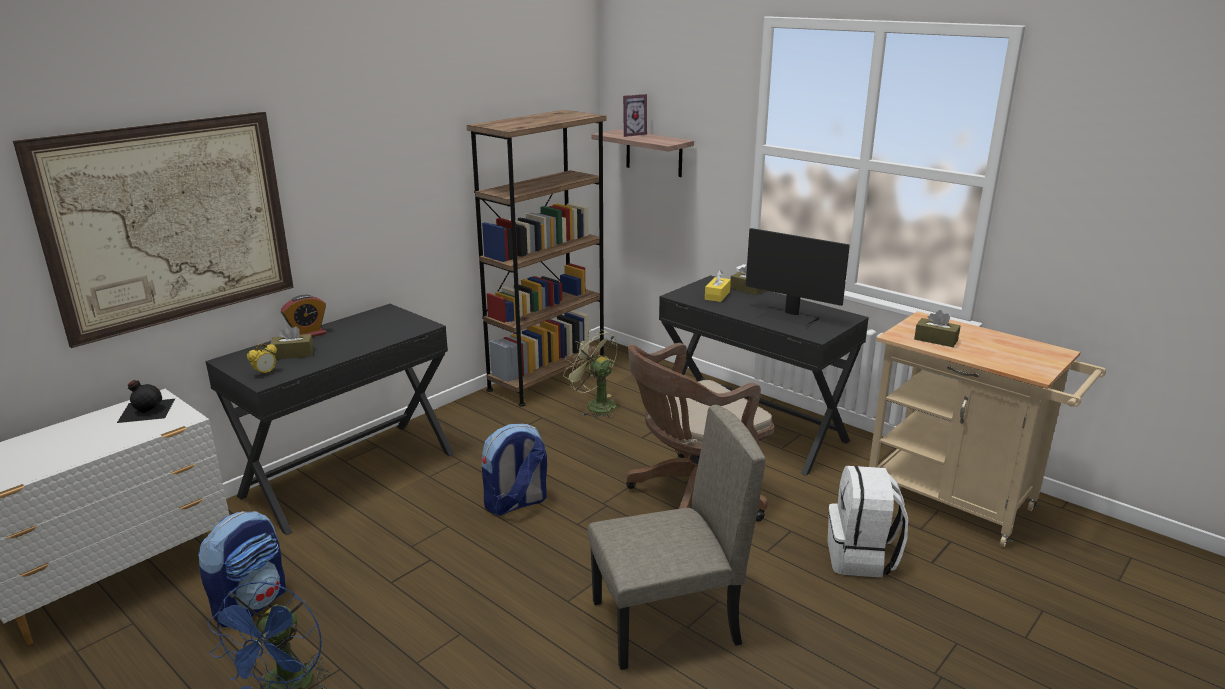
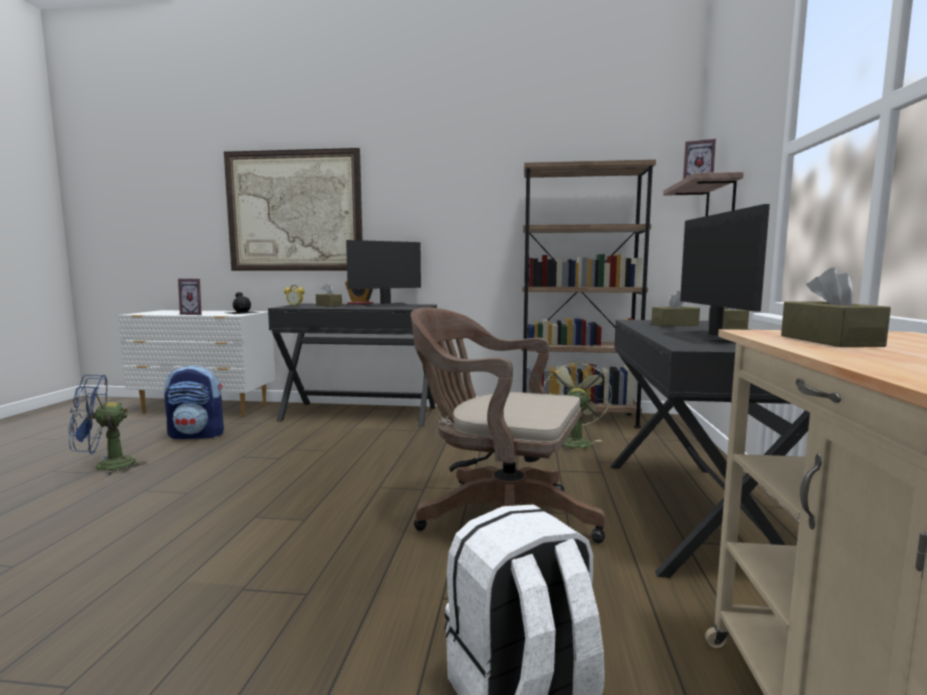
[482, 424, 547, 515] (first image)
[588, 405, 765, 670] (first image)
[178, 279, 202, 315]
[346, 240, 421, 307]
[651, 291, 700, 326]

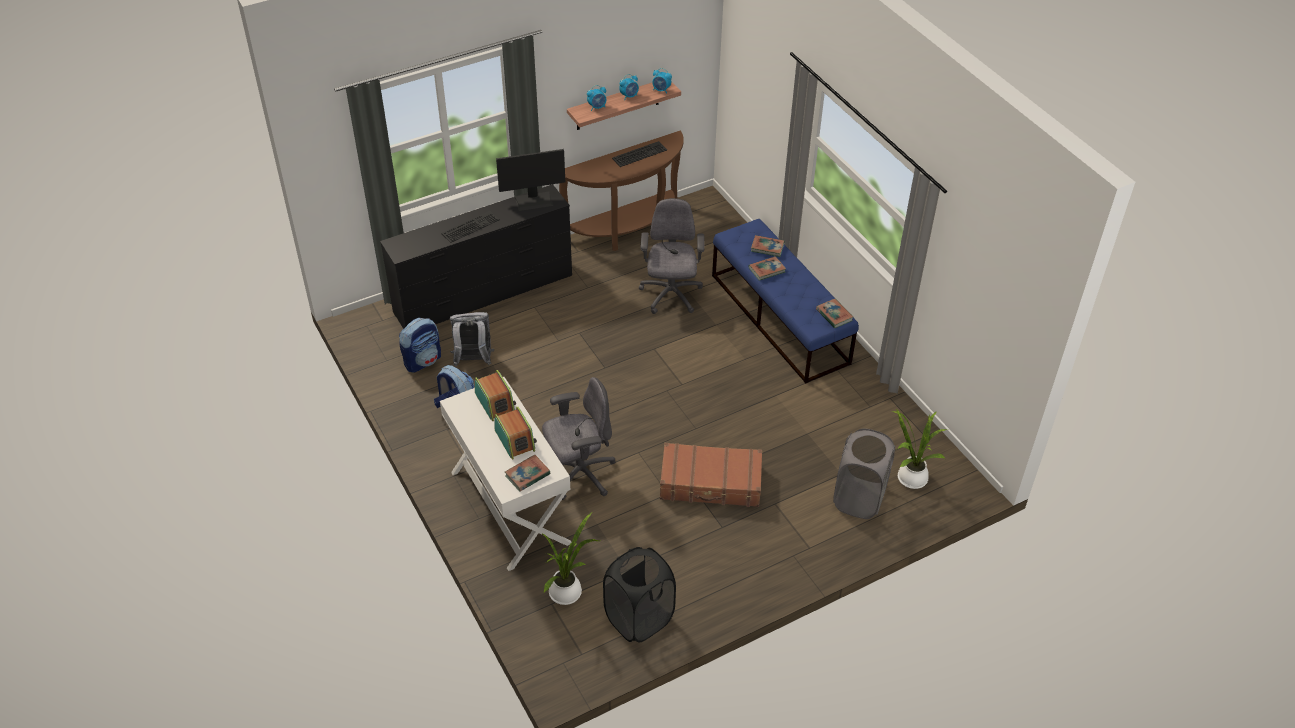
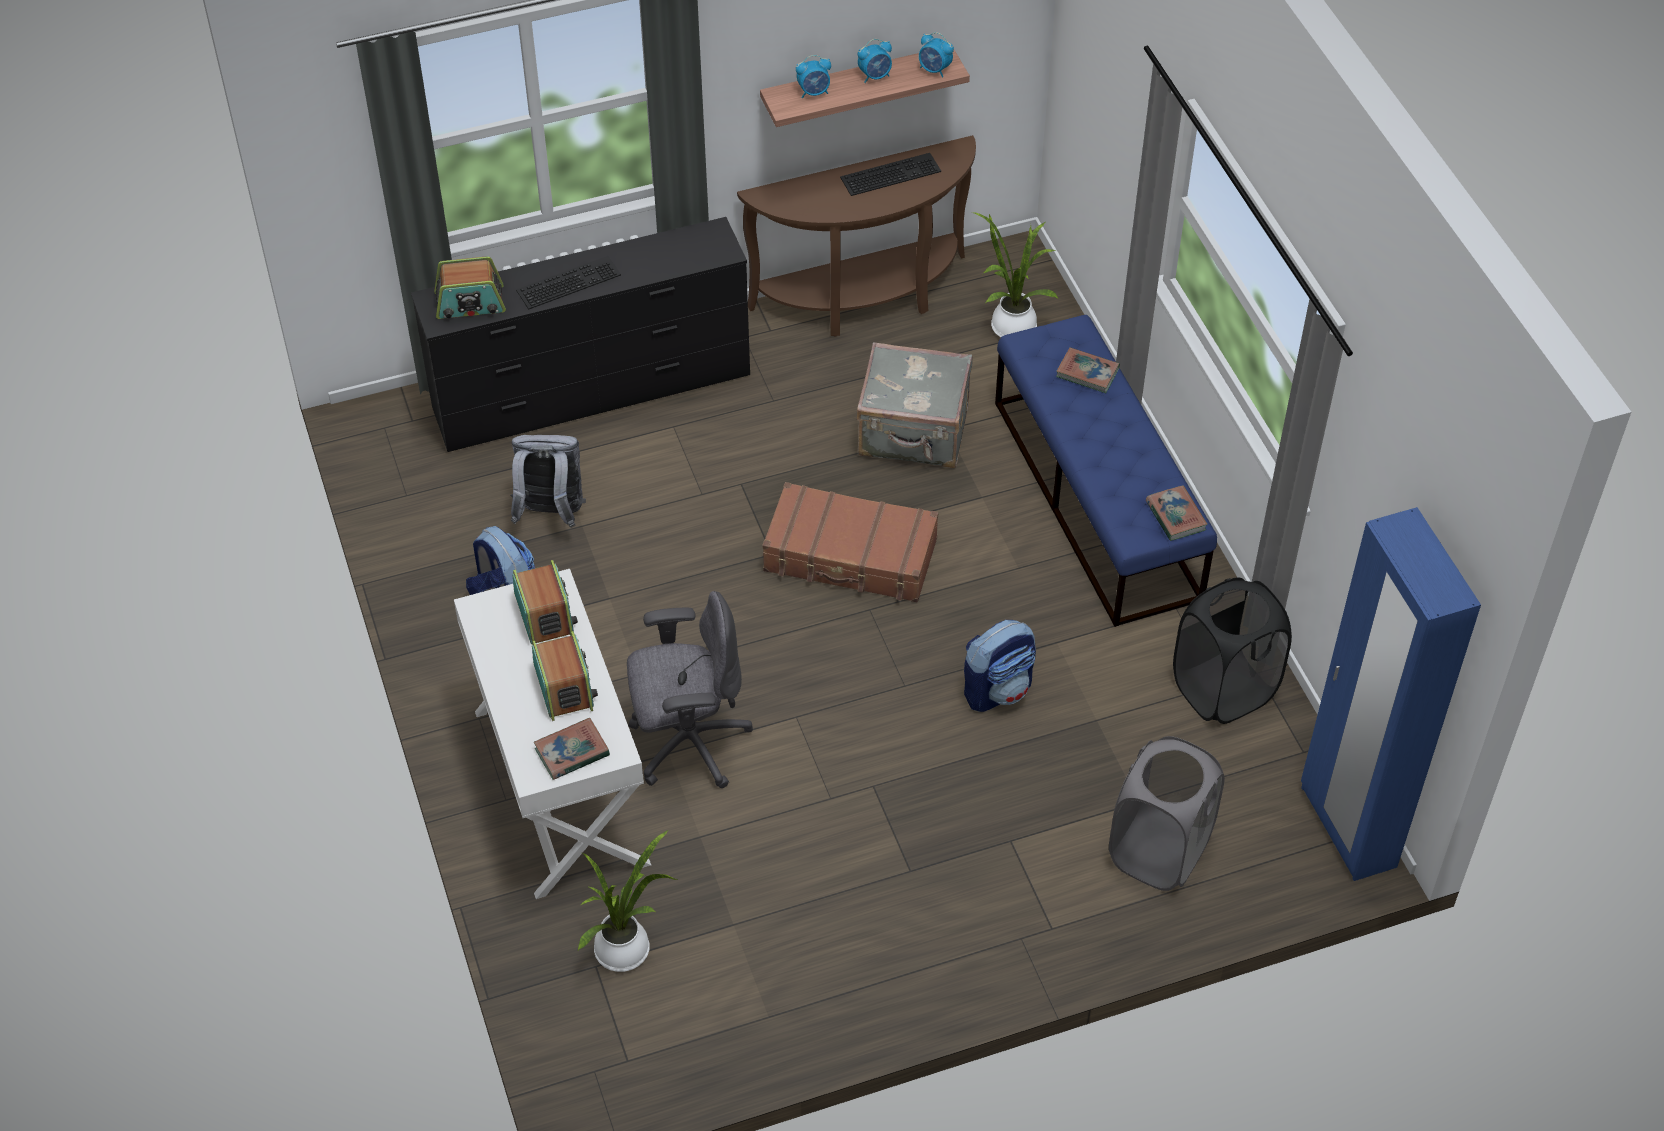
[496, 149, 565, 211] (first image)
[749, 256, 786, 281] (first image)
[434, 256, 506, 319]
[1301, 507, 1481, 881]
[964, 620, 1036, 712]
[1173, 577, 1292, 724]
[762, 482, 938, 602]
[972, 212, 1058, 337]
[856, 342, 973, 468]

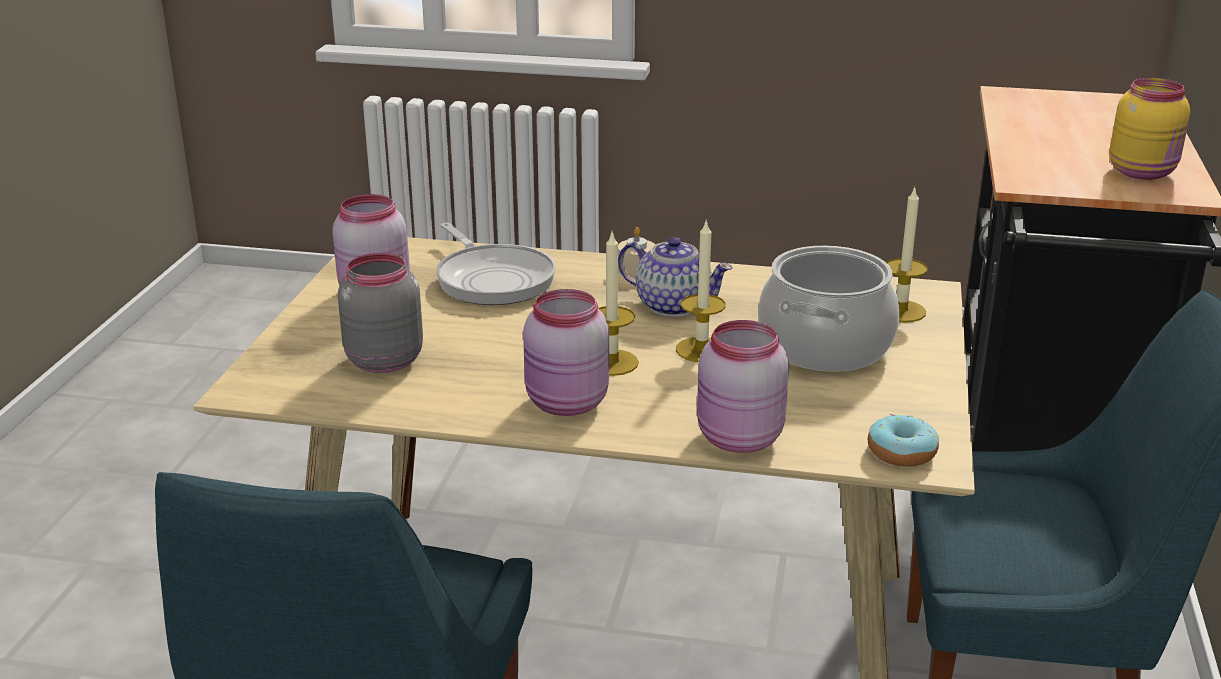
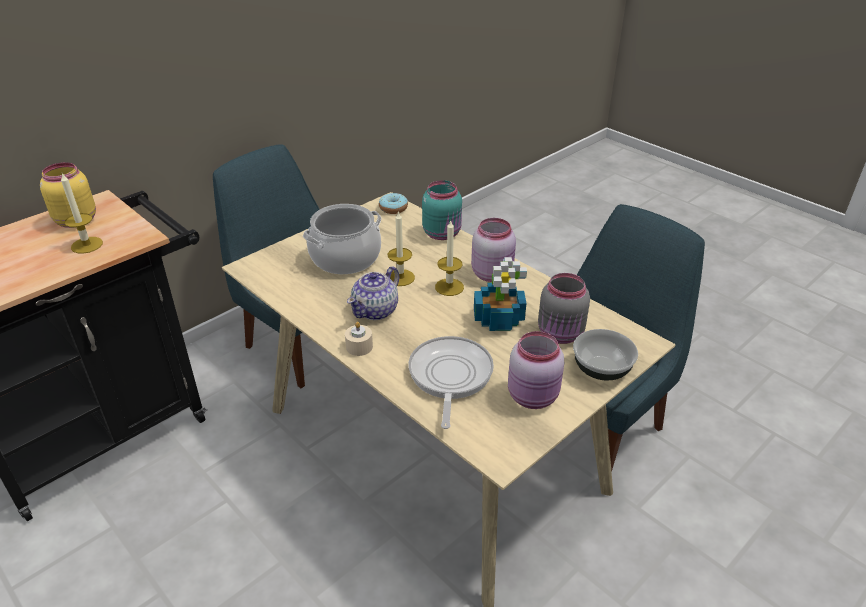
[474, 257, 527, 331]
[573, 329, 638, 380]
[61, 173, 103, 254]
[422, 180, 462, 240]
[347, 266, 399, 320]

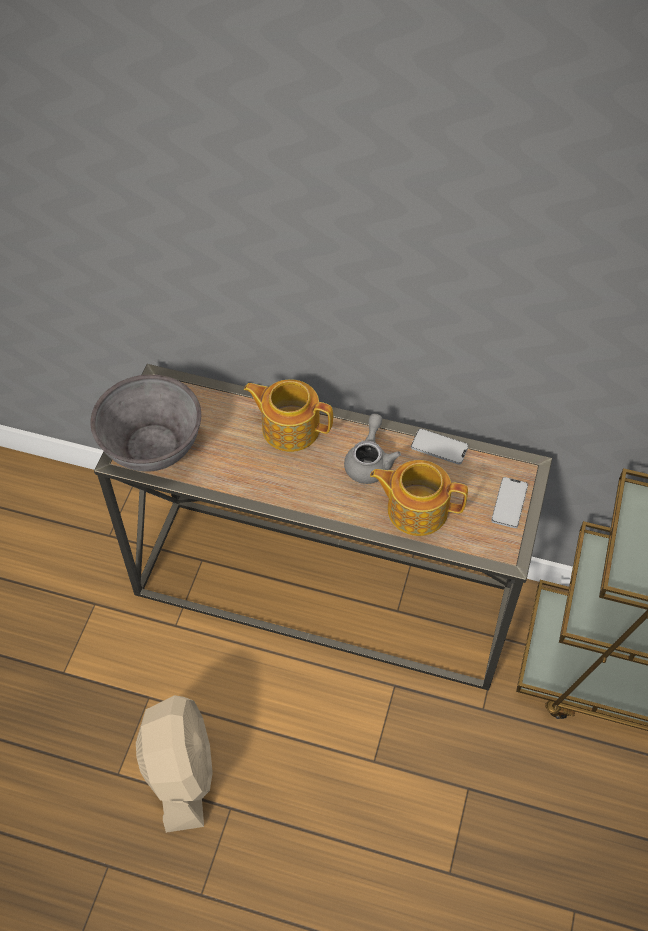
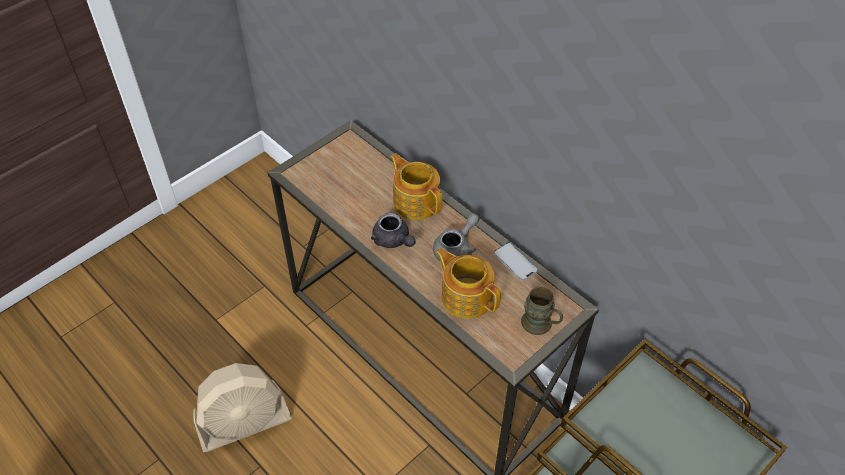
[90, 374, 201, 472] (first image)
[371, 213, 416, 248]
[521, 287, 563, 335]
[194, 363, 292, 452]

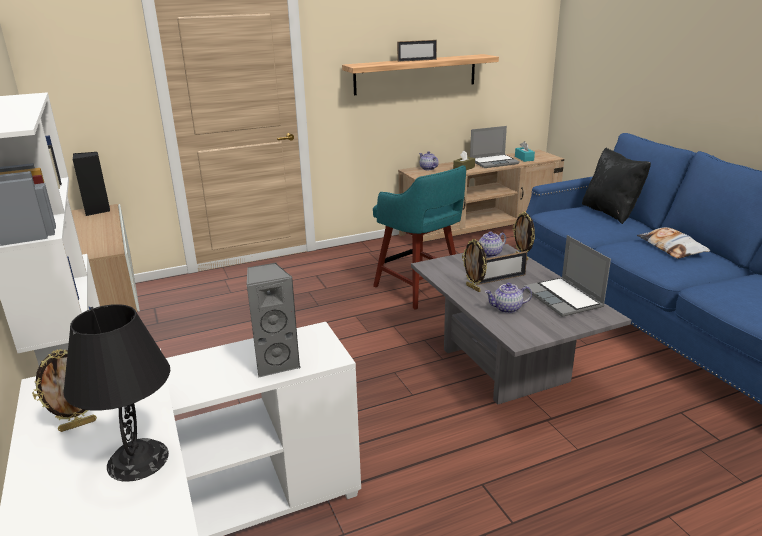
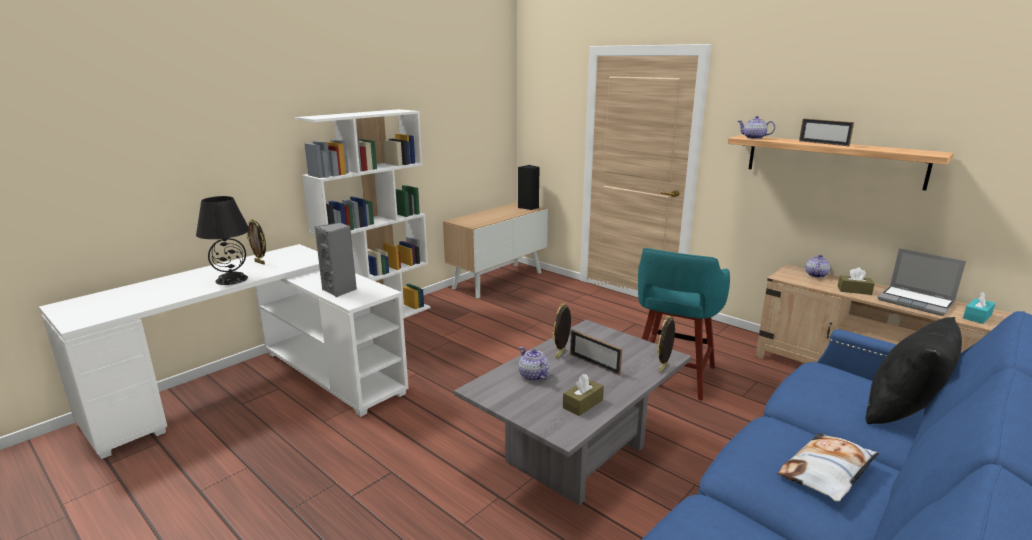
[738, 116, 775, 139]
[563, 374, 604, 416]

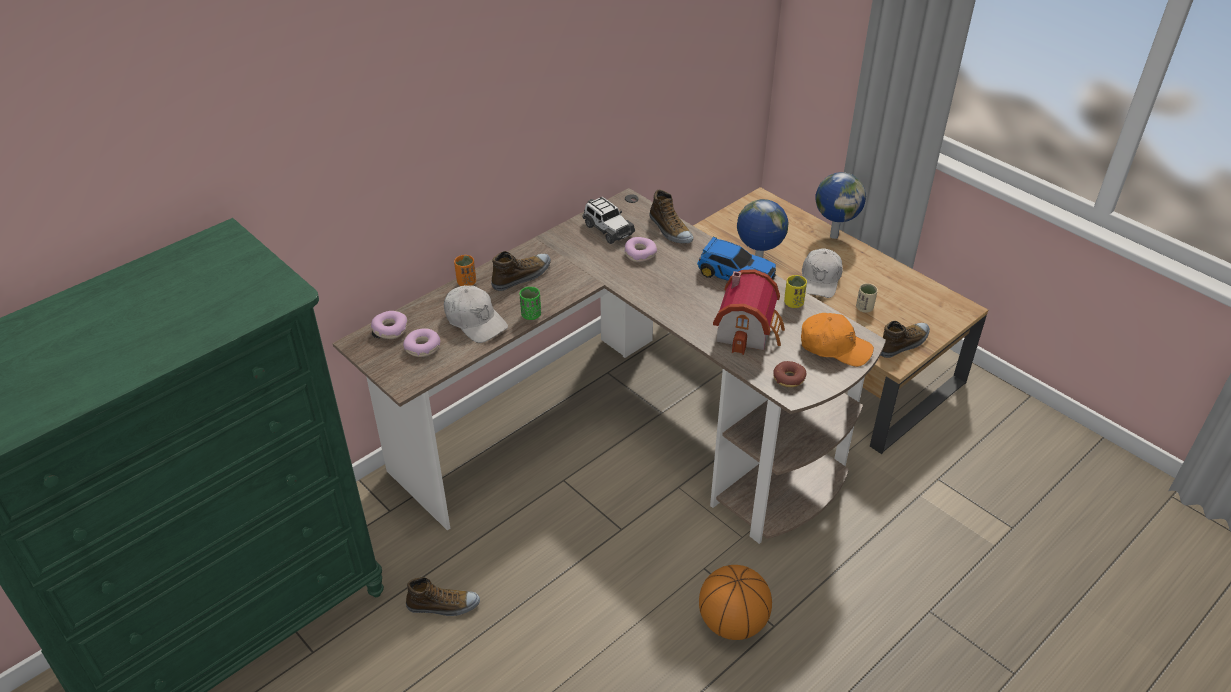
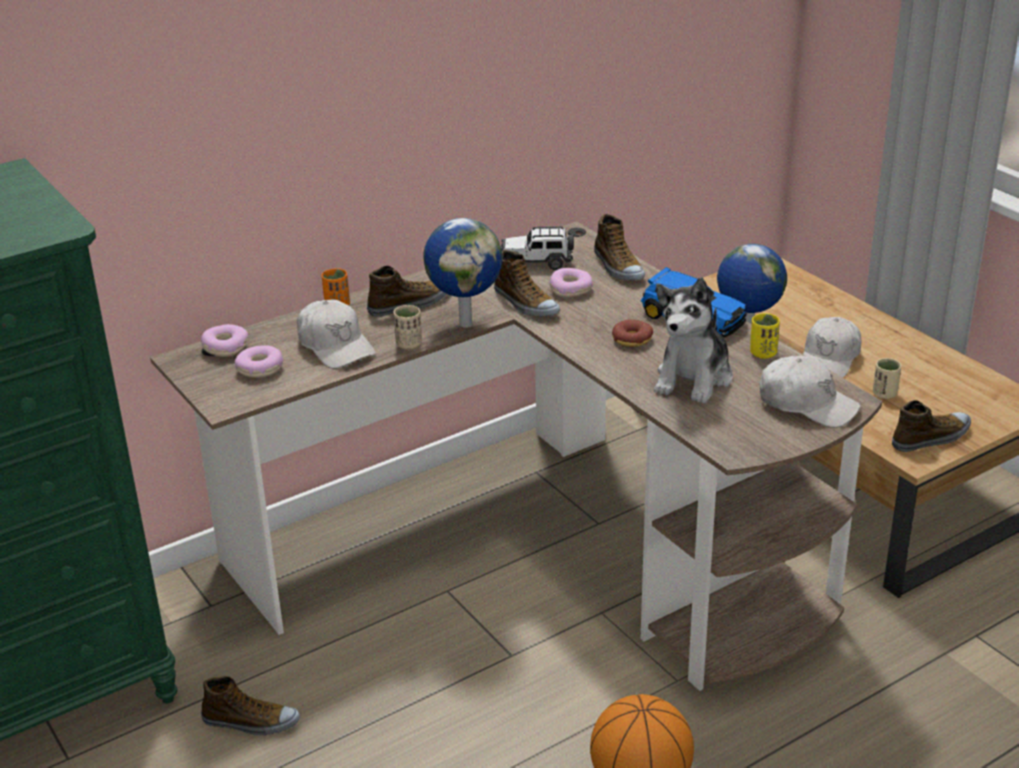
[494, 250, 560, 317]
[612, 319, 653, 347]
[423, 218, 503, 328]
[654, 277, 733, 404]
[394, 305, 422, 349]
[760, 355, 861, 428]
[500, 226, 574, 270]

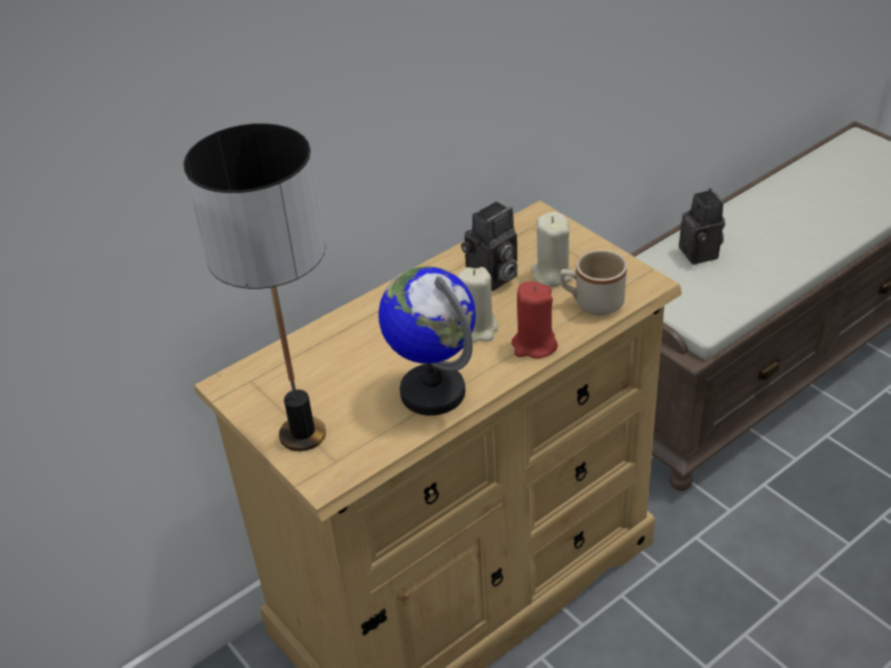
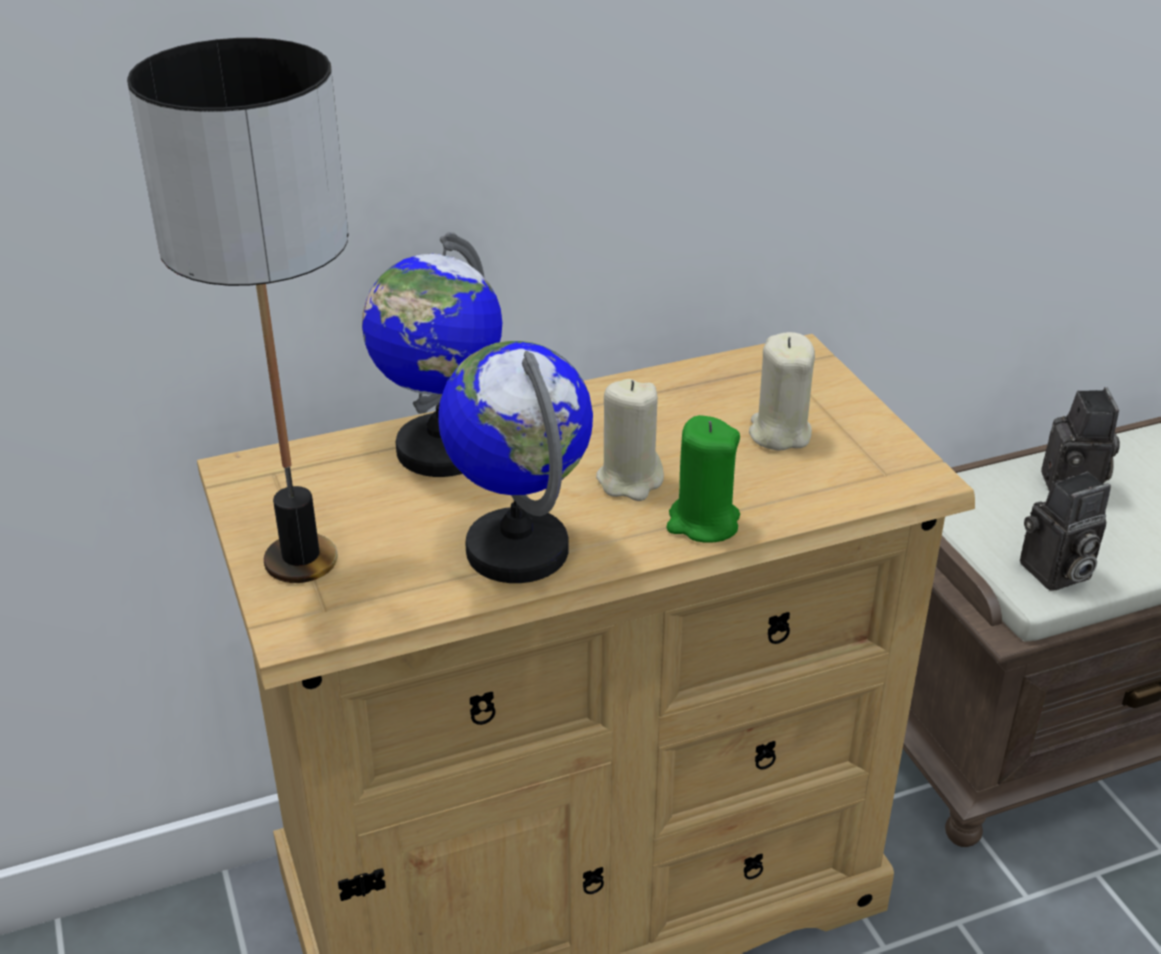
[560, 250, 627, 316] (first image)
[362, 232, 502, 477]
[1020, 472, 1111, 591]
[666, 415, 740, 542]

